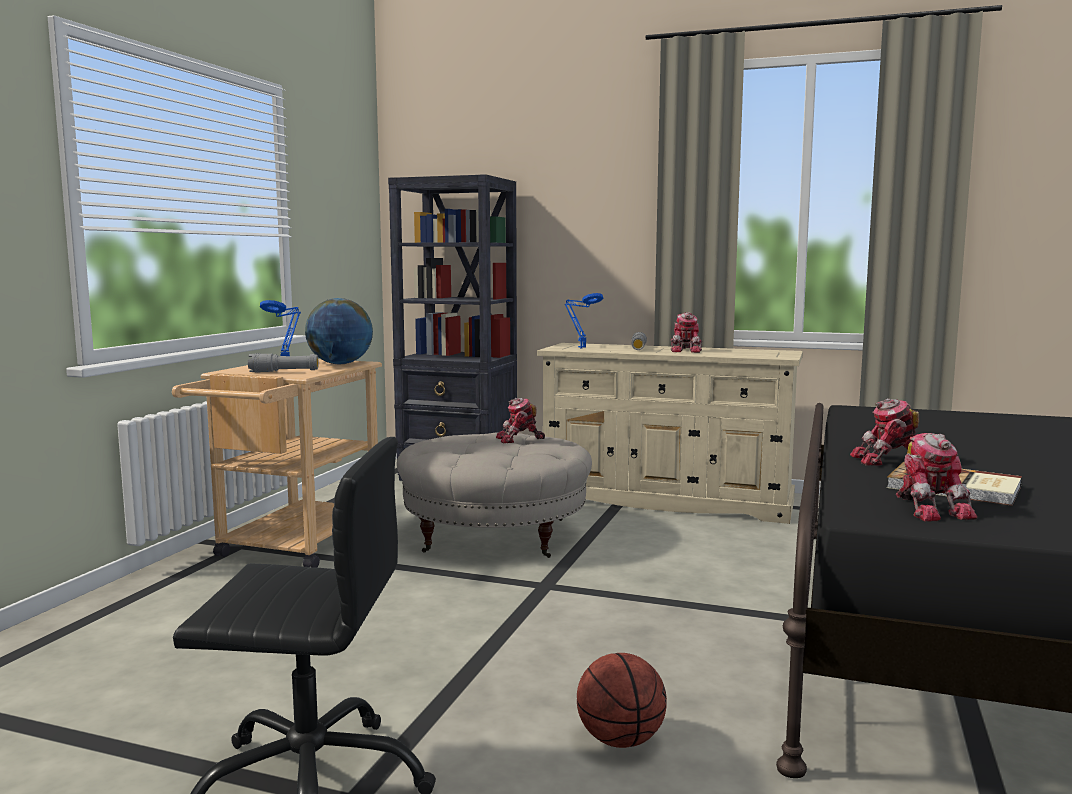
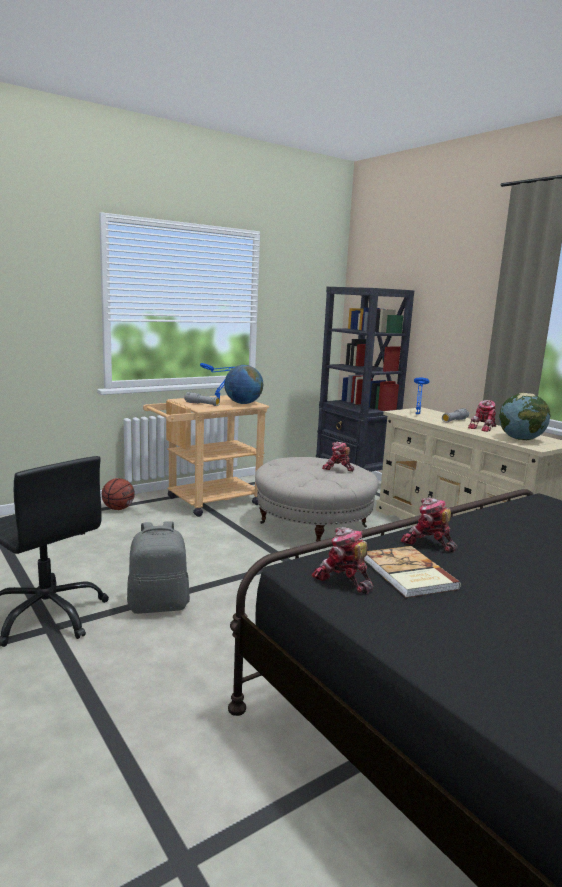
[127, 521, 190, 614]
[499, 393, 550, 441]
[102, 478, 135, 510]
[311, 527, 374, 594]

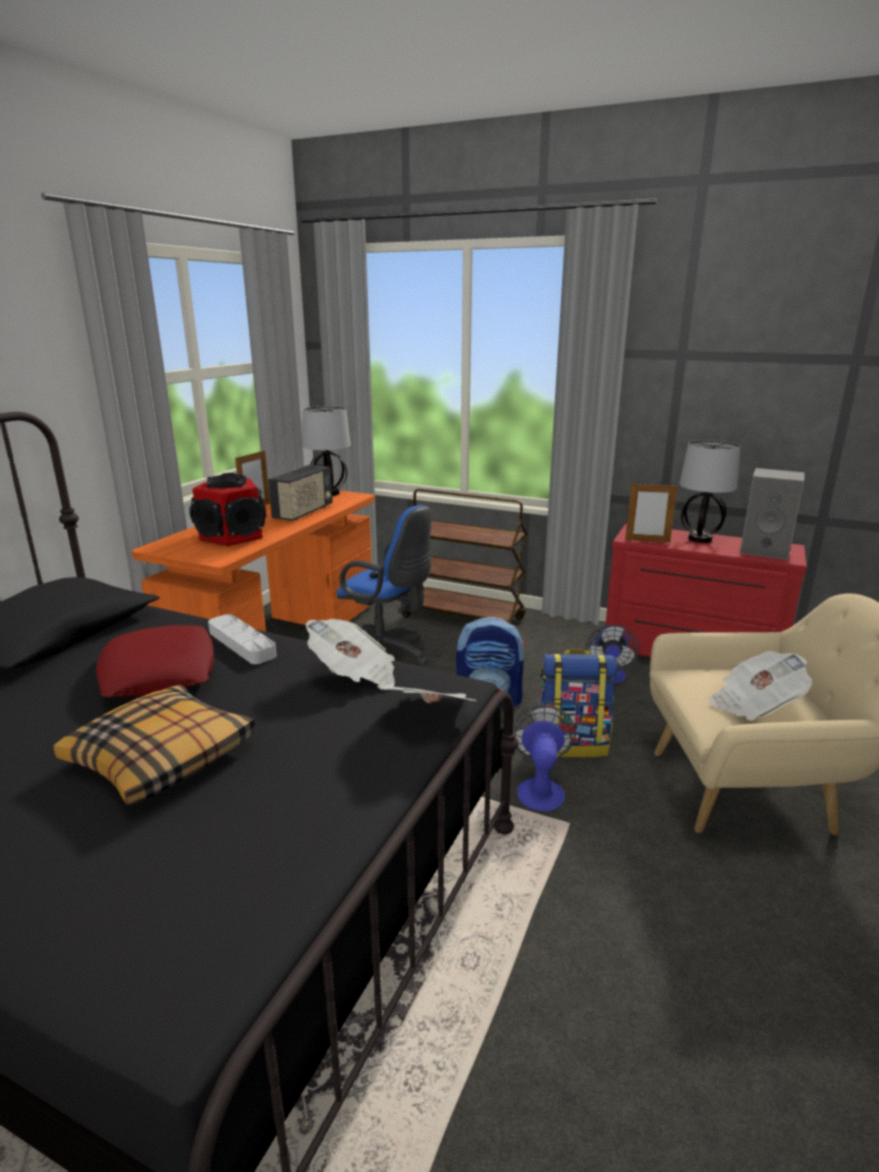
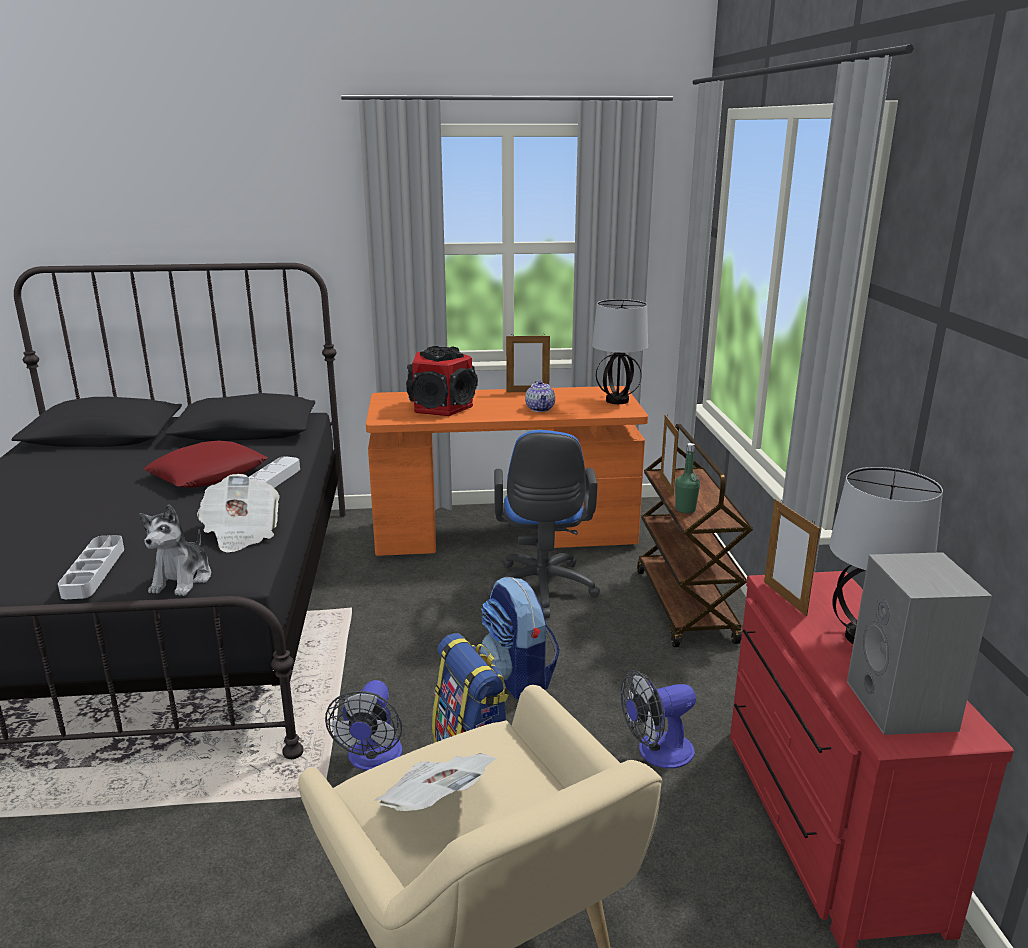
[54, 684, 255, 806] (first image)
[58, 535, 124, 599]
[660, 414, 678, 496]
[675, 443, 700, 513]
[525, 381, 555, 412]
[140, 505, 211, 596]
[325, 680, 402, 771]

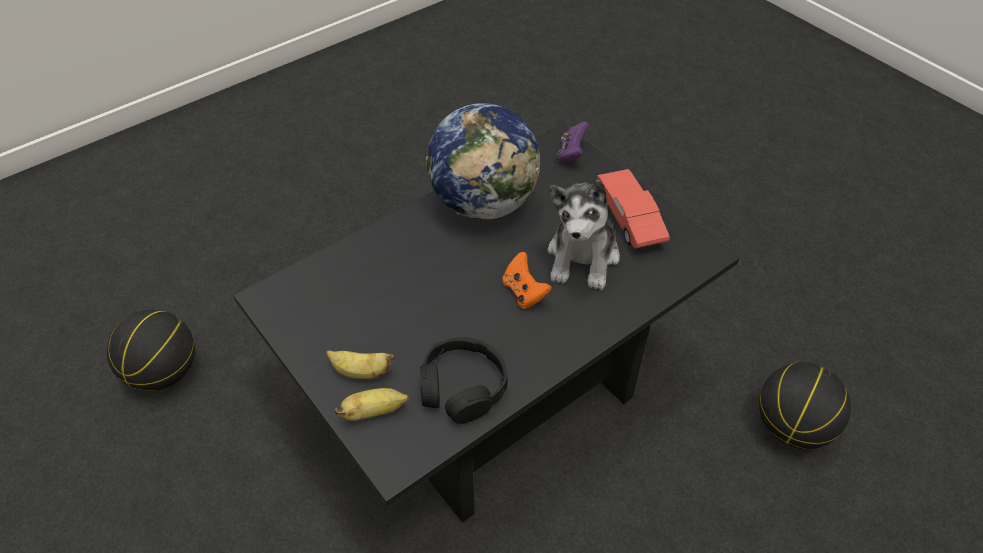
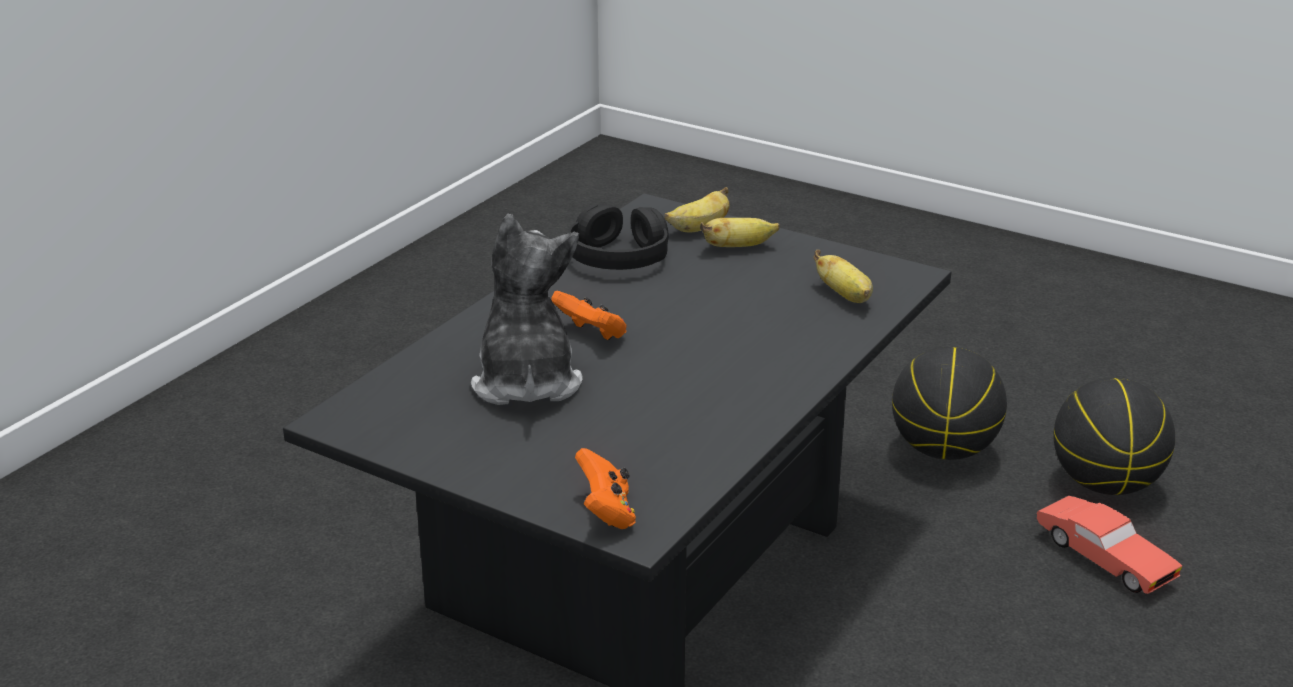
[426, 103, 541, 220] (first image)
[814, 250, 873, 303]
[1036, 496, 1182, 594]
[892, 347, 1007, 460]
[575, 448, 636, 529]

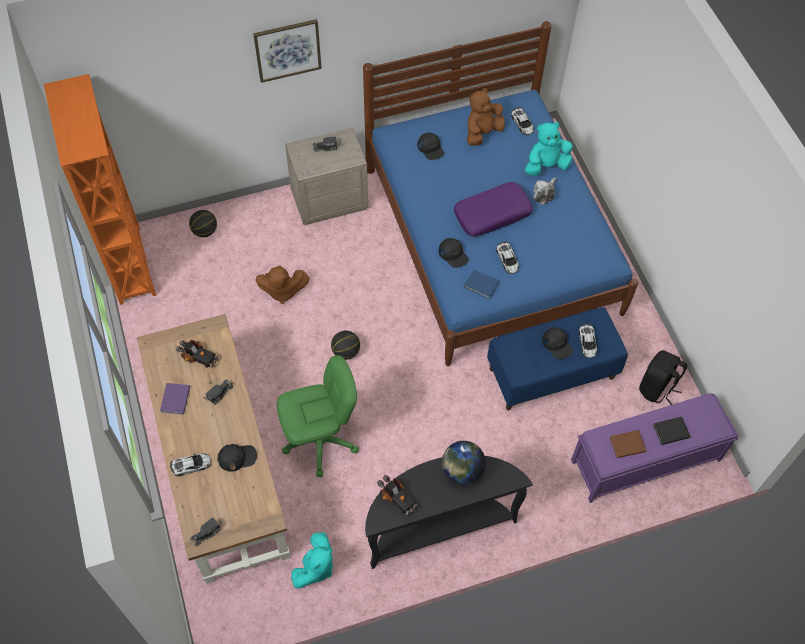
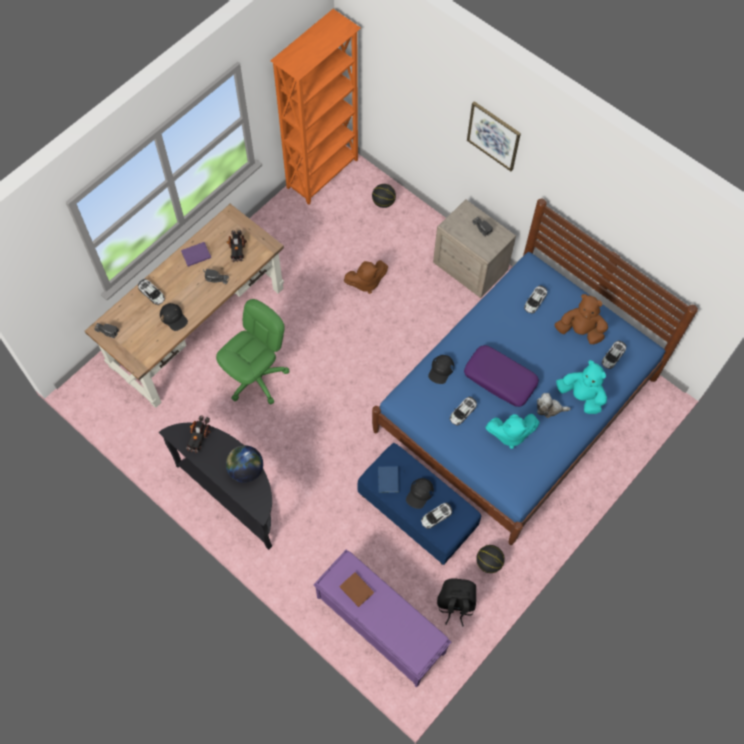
[653, 416, 691, 445] (first image)
[485, 414, 540, 449]
[476, 545, 505, 573]
[378, 466, 399, 493]
[524, 285, 547, 314]
[344, 260, 388, 294]
[216, 299, 290, 405]

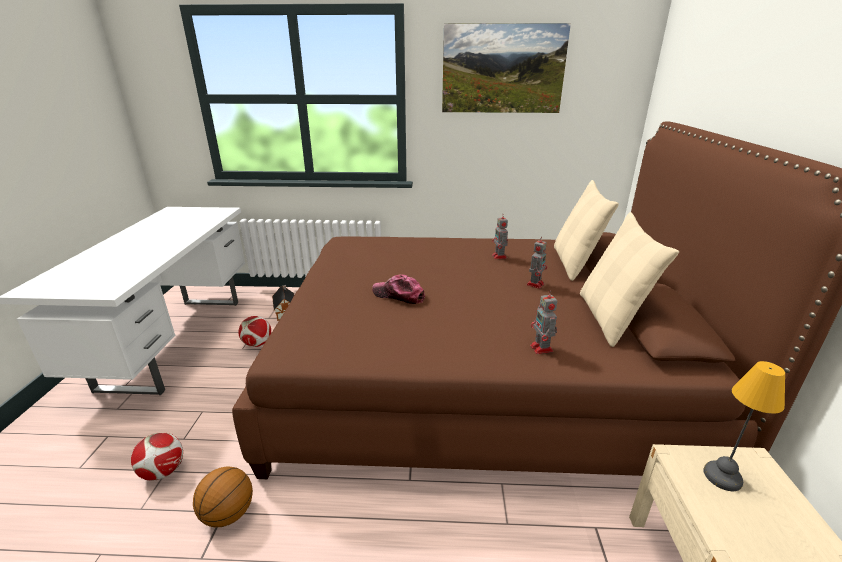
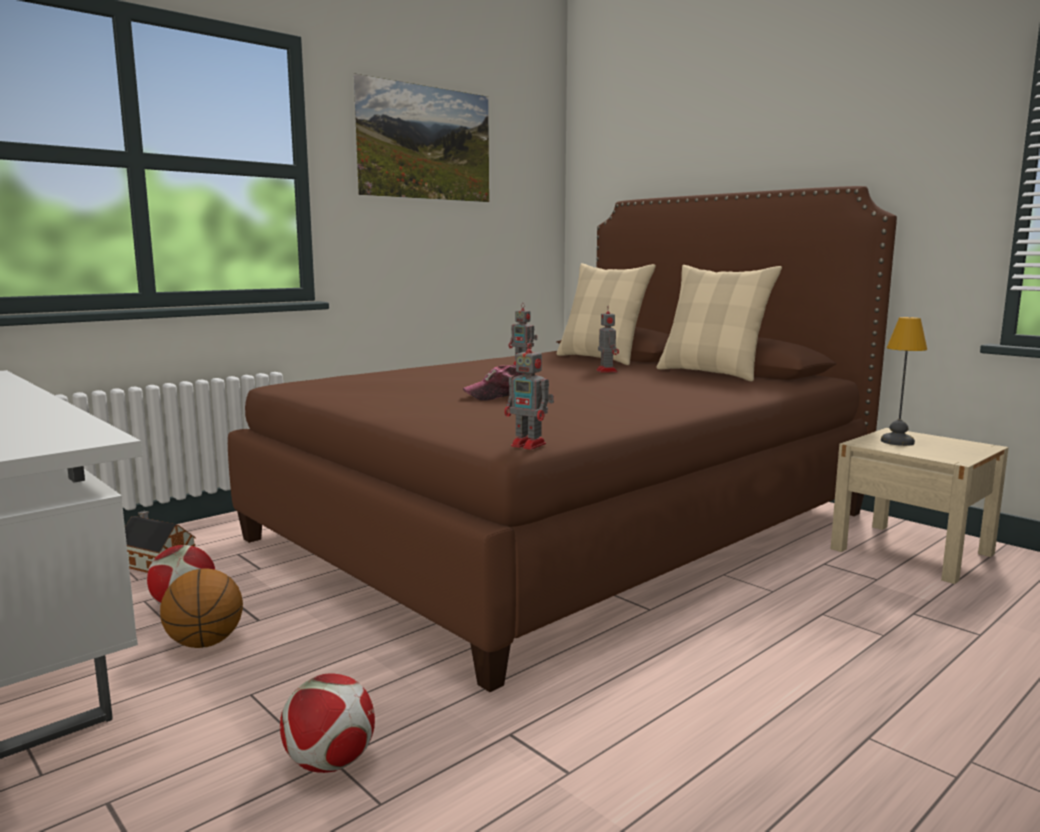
[160, 568, 243, 648]
[504, 339, 554, 450]

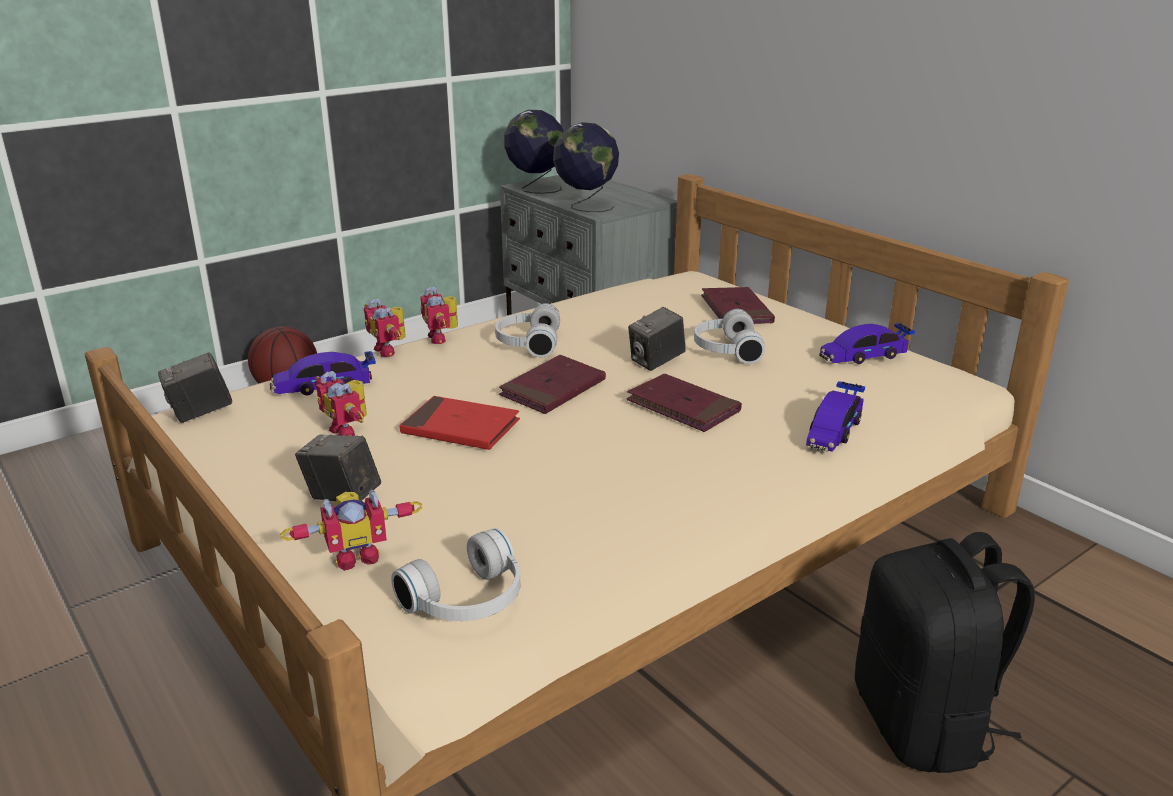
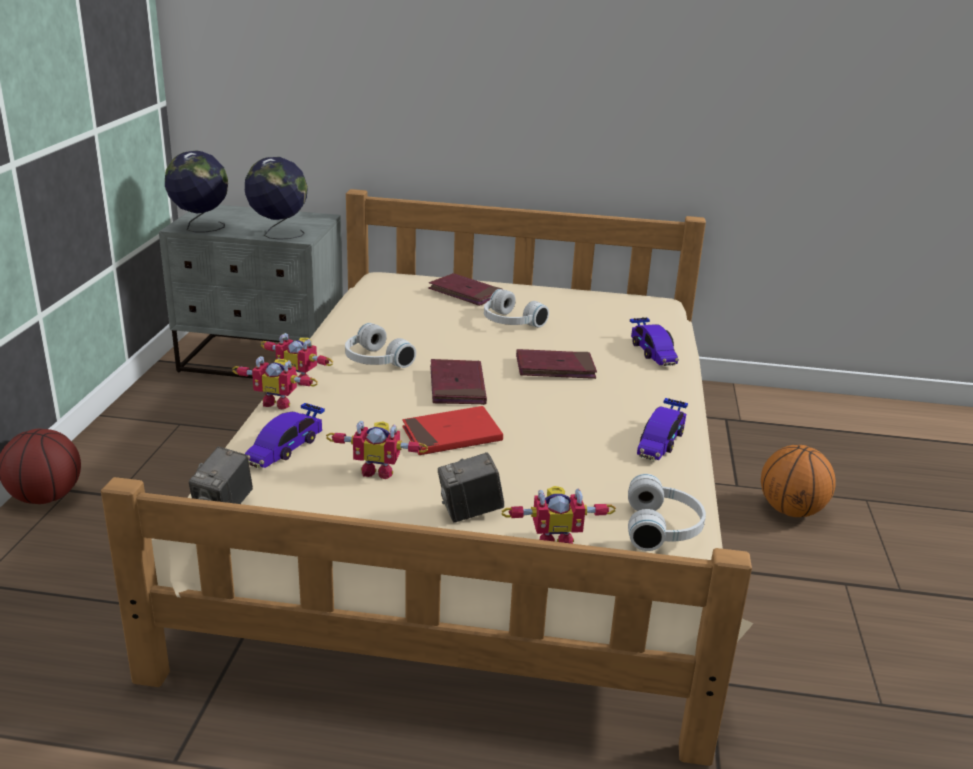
[628, 307, 686, 371] (first image)
[637, 398, 688, 460]
[761, 445, 836, 517]
[501, 486, 616, 544]

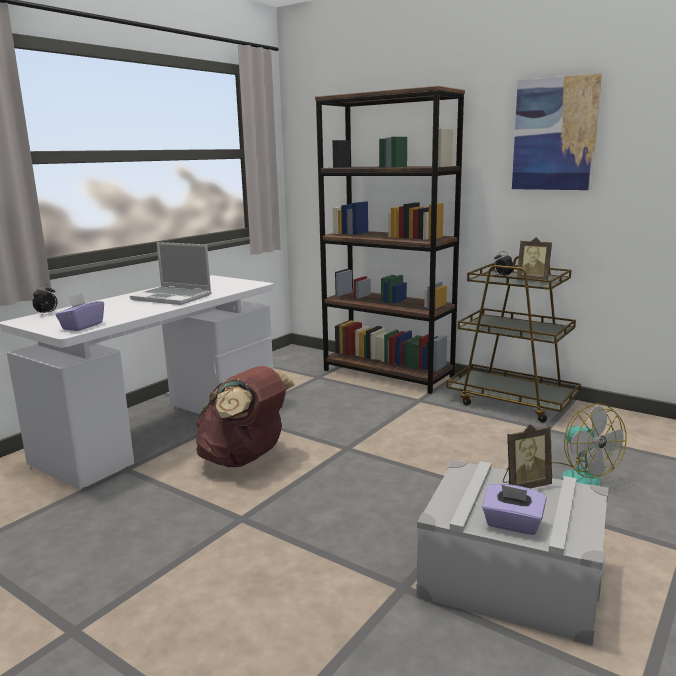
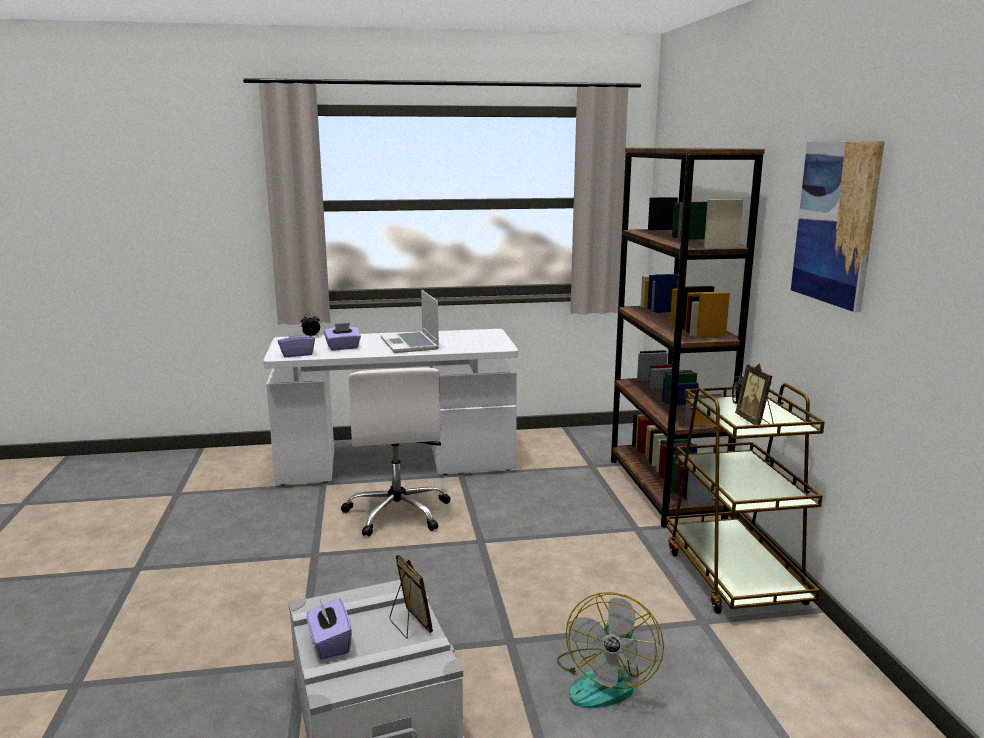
[324, 323, 361, 350]
[341, 367, 450, 536]
[389, 555, 433, 639]

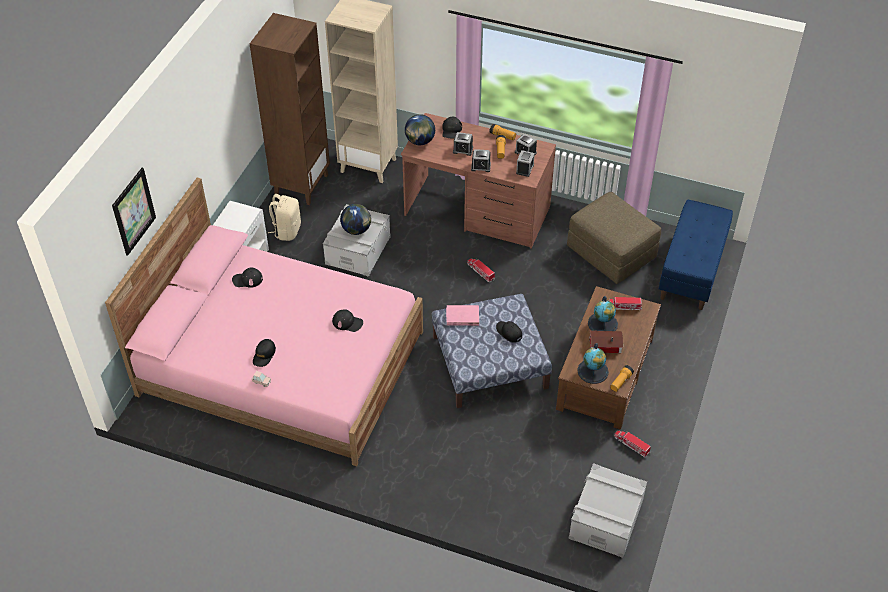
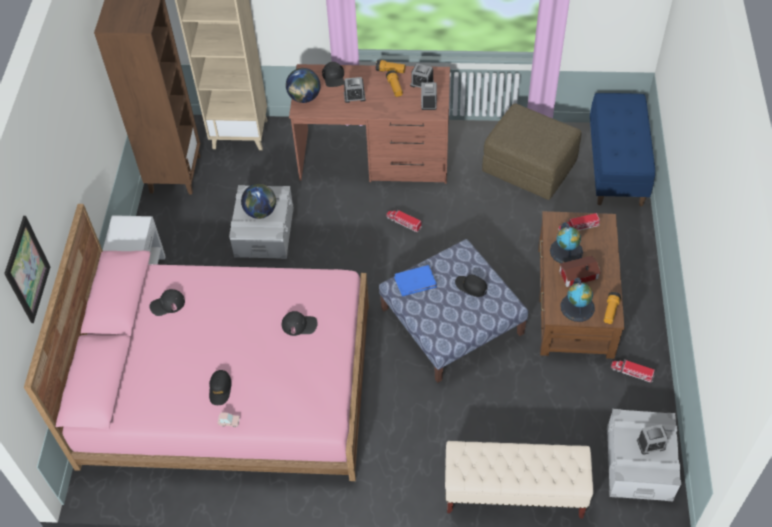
[268, 194, 301, 241] (first image)
[445, 441, 593, 519]
[637, 424, 668, 455]
[394, 265, 437, 296]

